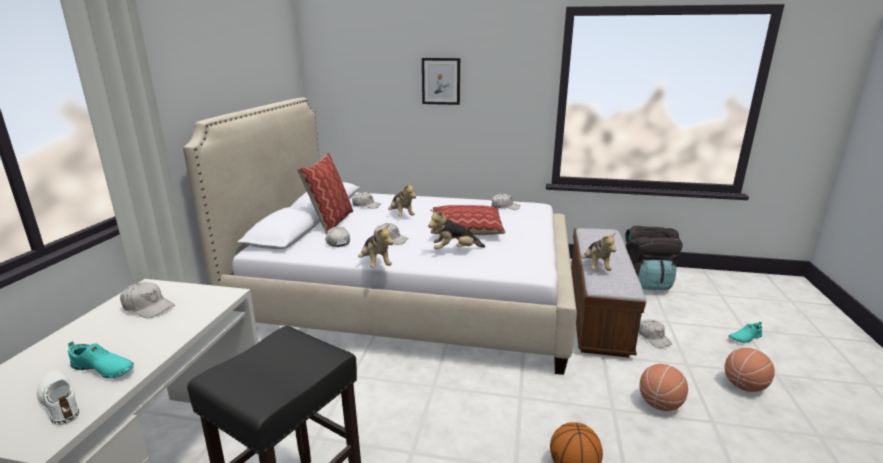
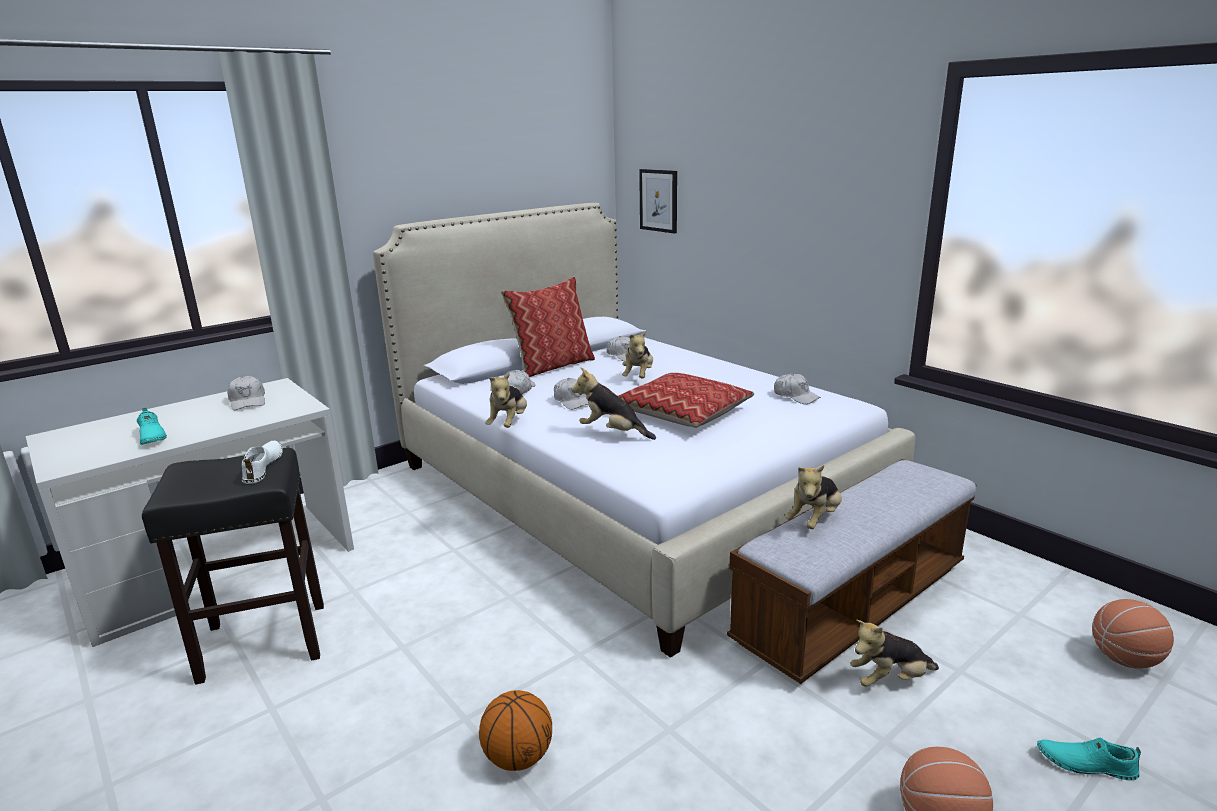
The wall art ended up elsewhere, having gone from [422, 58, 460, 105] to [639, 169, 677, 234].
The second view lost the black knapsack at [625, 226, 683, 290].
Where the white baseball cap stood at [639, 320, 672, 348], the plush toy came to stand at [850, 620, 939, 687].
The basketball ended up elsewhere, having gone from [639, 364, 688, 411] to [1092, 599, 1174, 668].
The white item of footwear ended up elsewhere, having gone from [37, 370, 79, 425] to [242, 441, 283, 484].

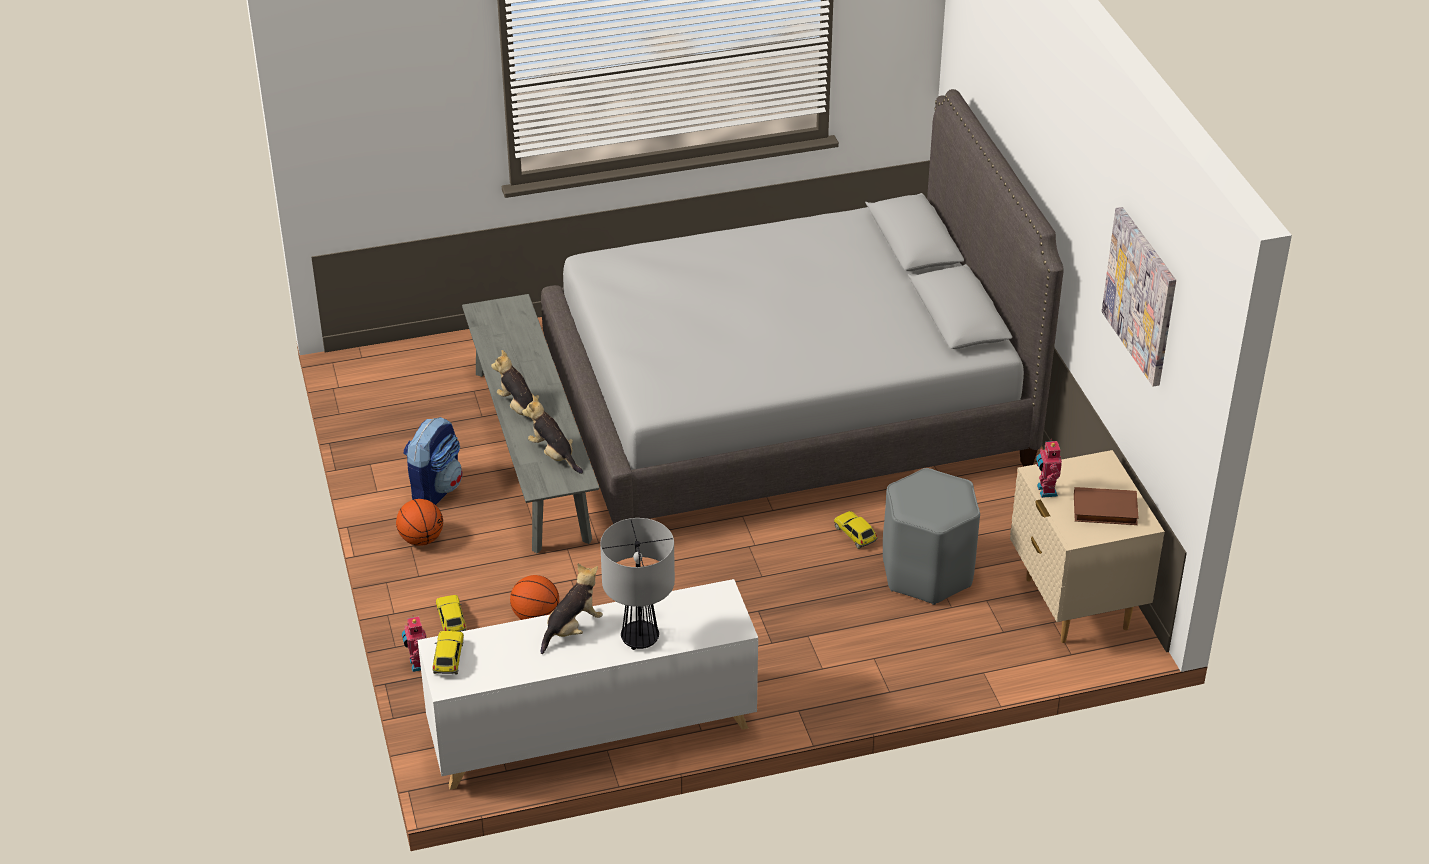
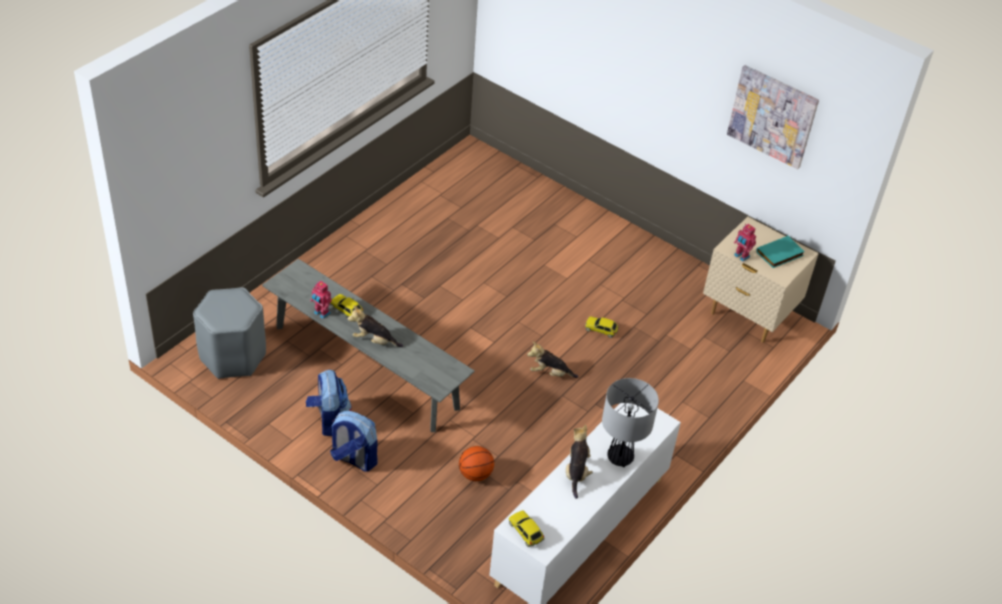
The second view lost the greyish bedroom bed at [541, 89, 1064, 524].
The plush toy ended up elsewhere, having gone from [522, 395, 583, 474] to [527, 342, 578, 378].
The greyish stool ended up elsewhere, having gone from [883, 468, 980, 605] to [193, 287, 266, 379].
What was the brown-coloured book at [1074, 487, 1139, 525] turned into the turquoise-coloured book at [756, 236, 805, 268].
Where the basketball stood at [396, 499, 443, 546], the knapsack came to stand at [330, 411, 378, 472].
The miniature car ended up elsewhere, having gone from [436, 595, 466, 632] to [330, 294, 364, 316].
The robot figure ended up elsewhere, having gone from [402, 615, 426, 672] to [310, 281, 332, 319].

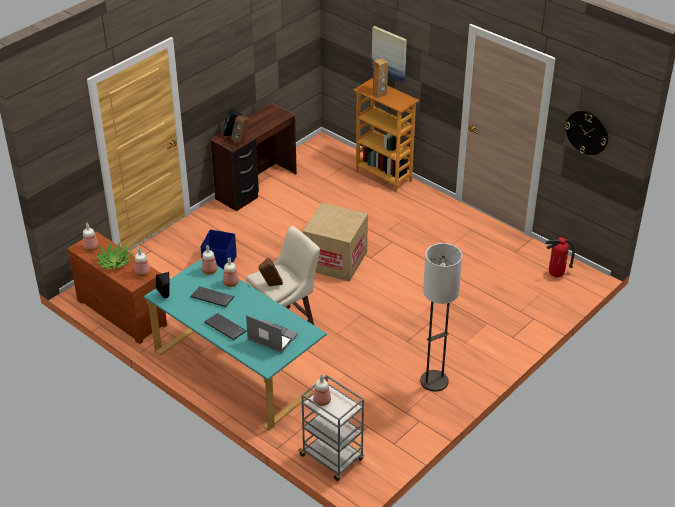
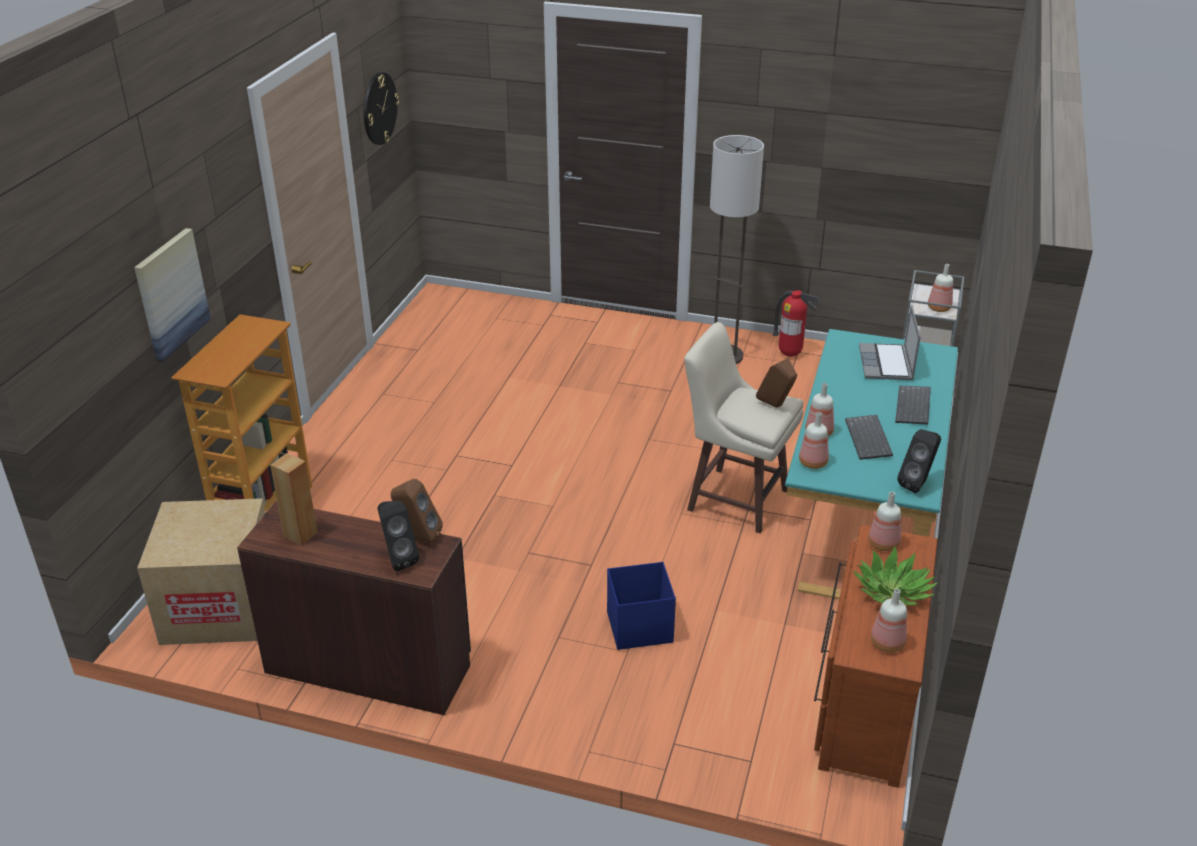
The brown-coloured loudspeaker ended up elsewhere, having gone from [373, 58, 388, 98] to [270, 453, 317, 545].
The carton ended up elsewhere, having gone from [303, 203, 368, 282] to [137, 498, 266, 645].
The extinguisher ended up elsewhere, having gone from [545, 237, 575, 277] to [773, 290, 820, 357].

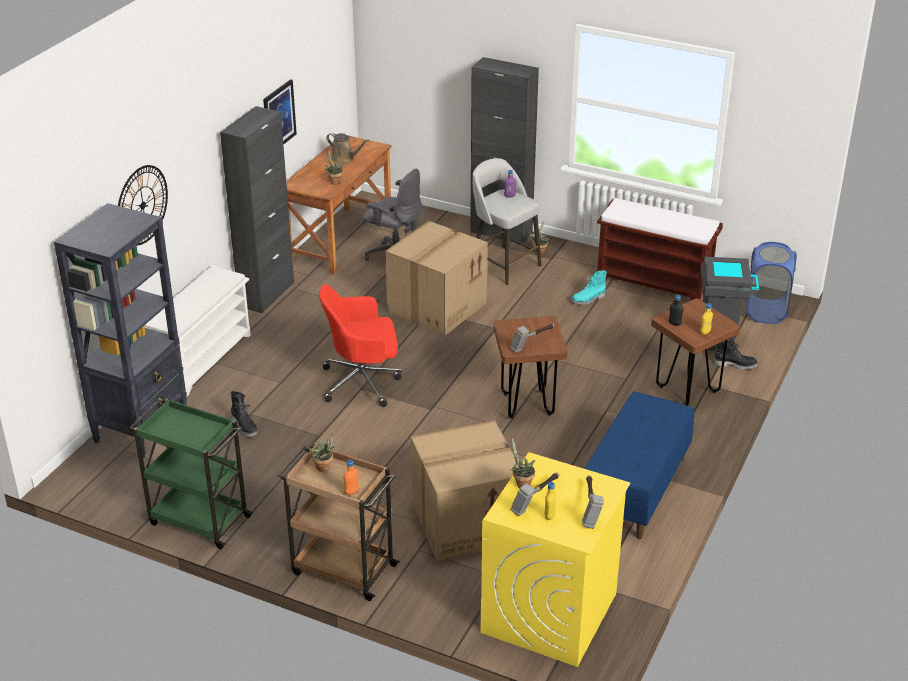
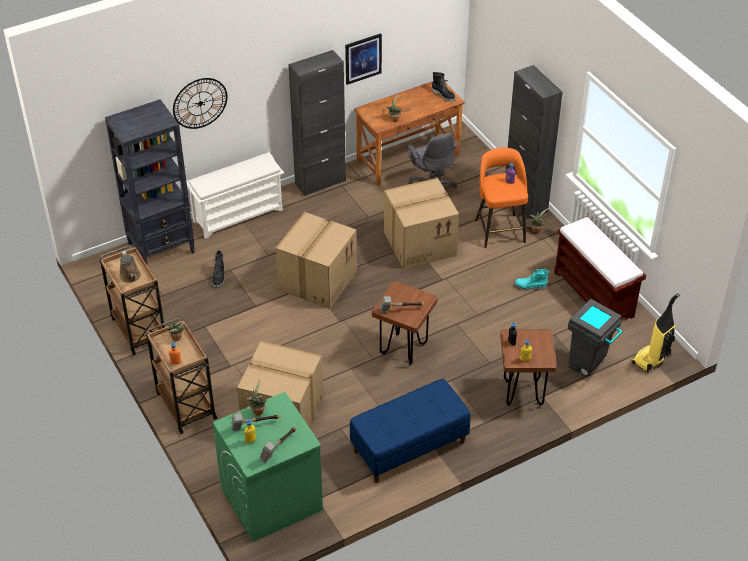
The brown-coloured watering can ended up elsewhere, having gone from [326, 133, 369, 164] to [119, 250, 141, 283].
What was the greyish stool at [473, 158, 541, 285] turned into the orangey stool at [475, 147, 528, 248].
Where the blue hamper stood at [746, 242, 797, 324], the vacuum came to stand at [632, 293, 680, 372].
Where the reddish desk chair stood at [319, 284, 402, 407], the carton came to stand at [276, 212, 357, 309].
The black boot ended up elsewhere, having gone from [714, 337, 758, 370] to [432, 72, 456, 102].
What was the greenish cart at [130, 398, 253, 549] turned into the brown-coloured cart at [100, 245, 165, 355].
What was the yellow laundry machine at [480, 452, 630, 667] turned into the greenish laundry machine at [212, 392, 323, 542].

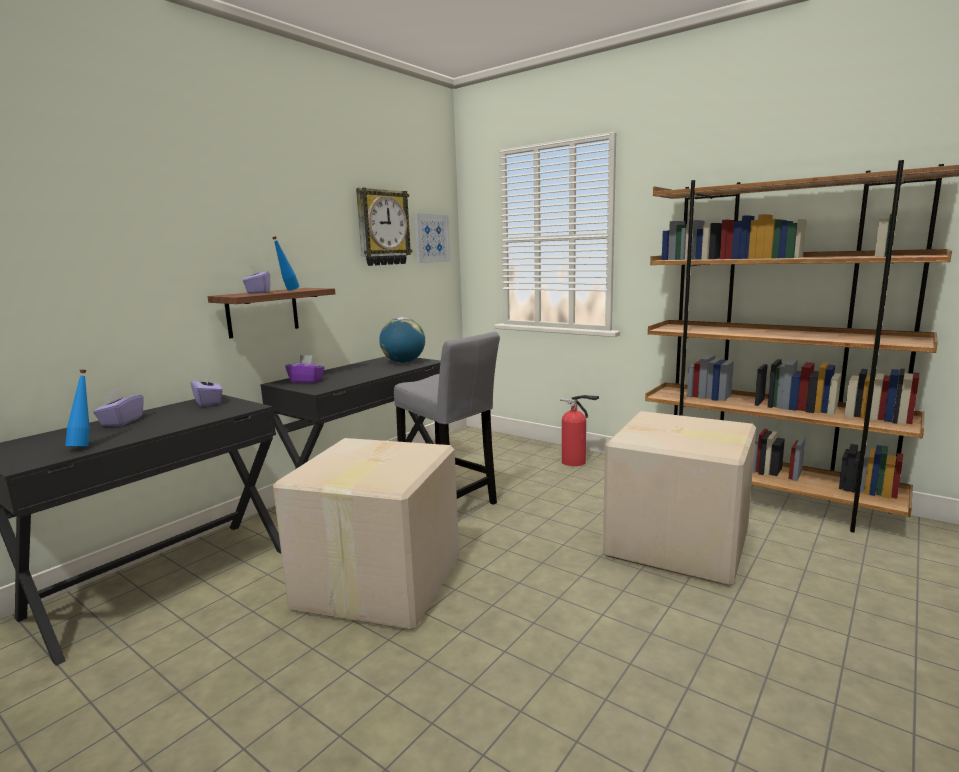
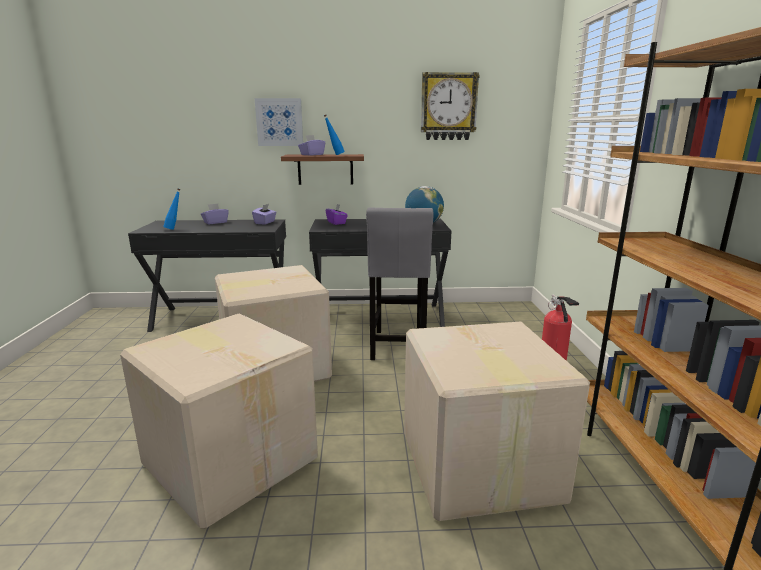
The wall art ended up elsewhere, having gone from [414, 214, 450, 263] to [255, 98, 303, 146].
The second view gained the carton at [120, 313, 318, 529].

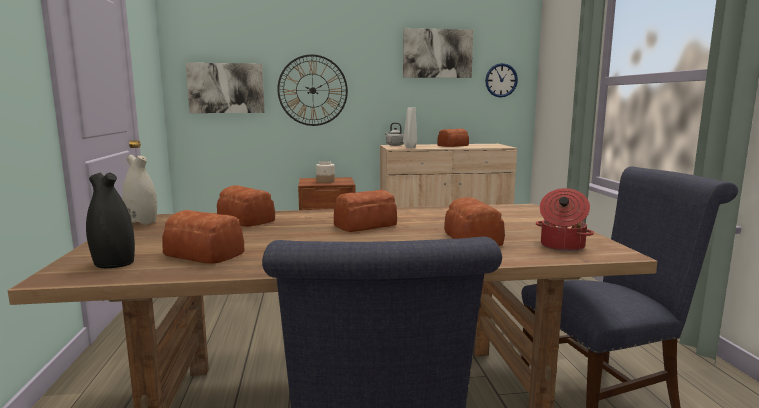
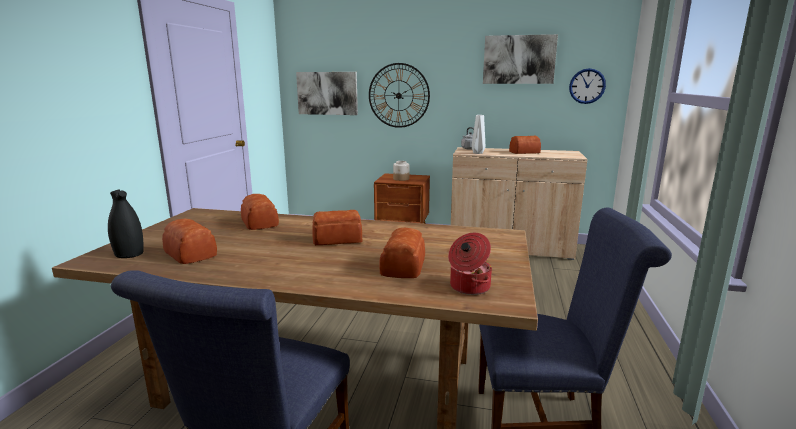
The second view lost the white decorative vase at [122, 155, 157, 225].

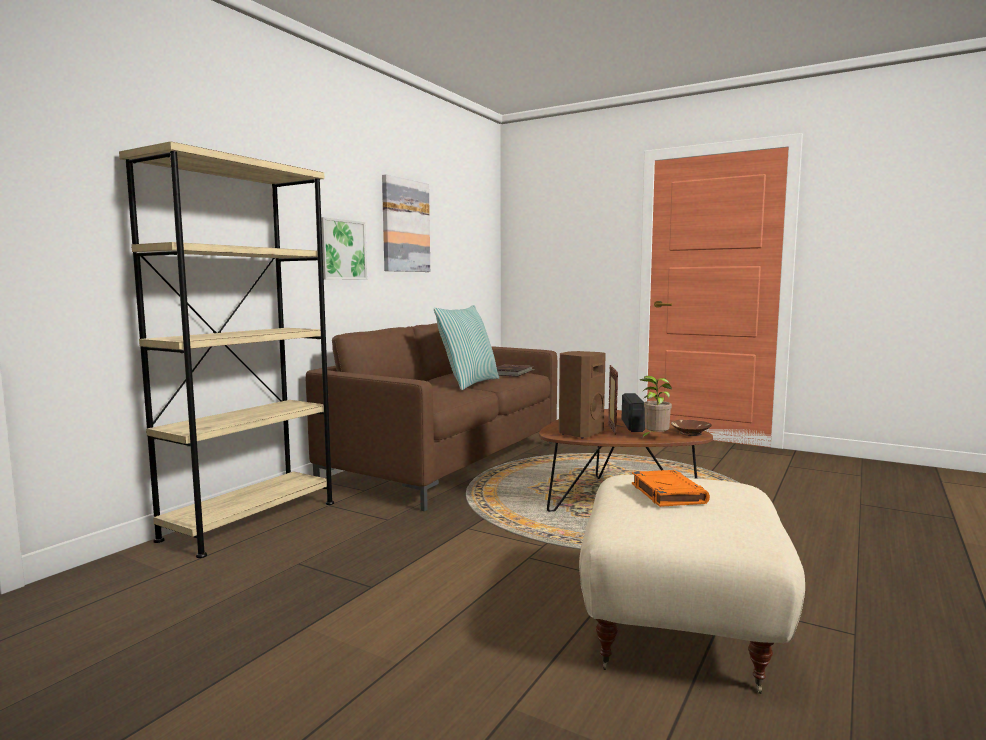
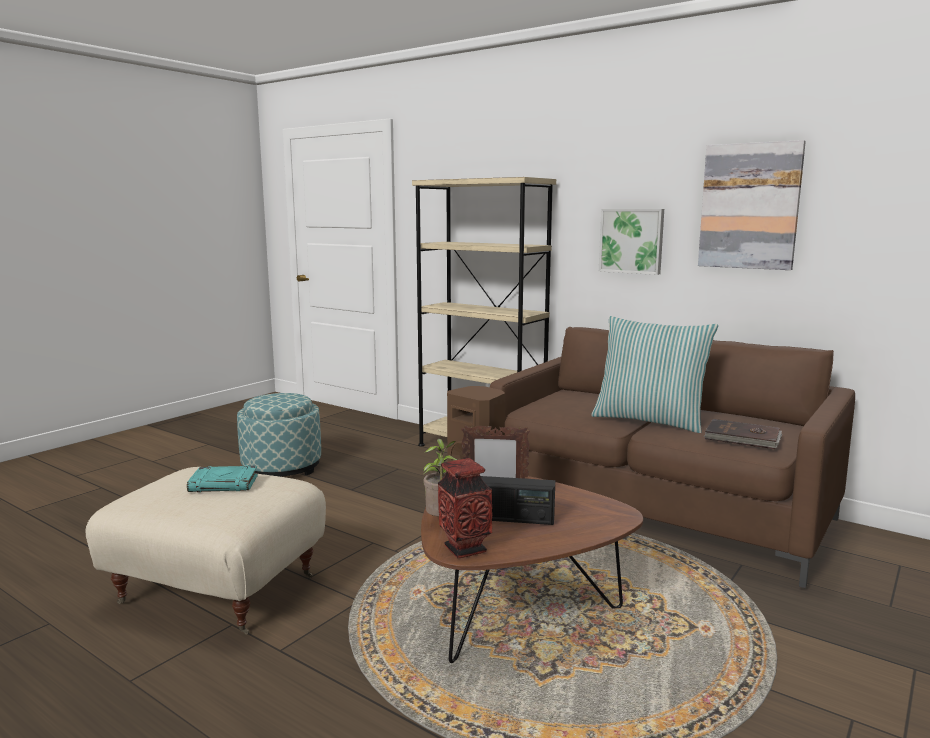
Where the brown-coloured serving bowl stood at [671, 420, 712, 436], the decorative vase came to stand at [438, 458, 492, 558].
What was the orangey book at [632, 470, 710, 507] turned into the turquoise-coloured book at [187, 465, 258, 492].
The second view gained the ottoman at [237, 393, 321, 477].

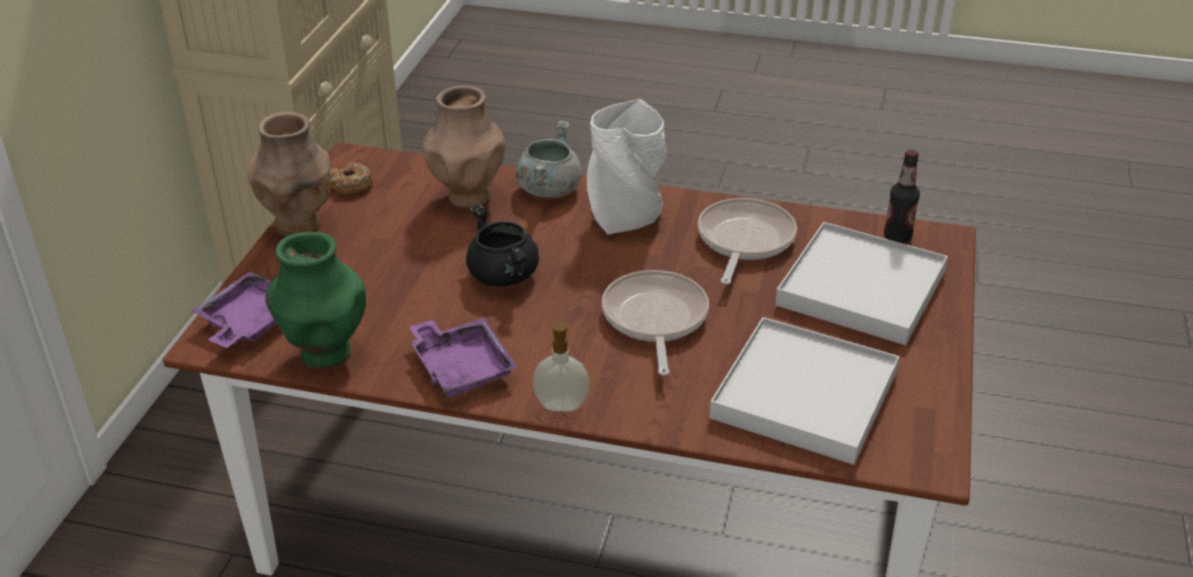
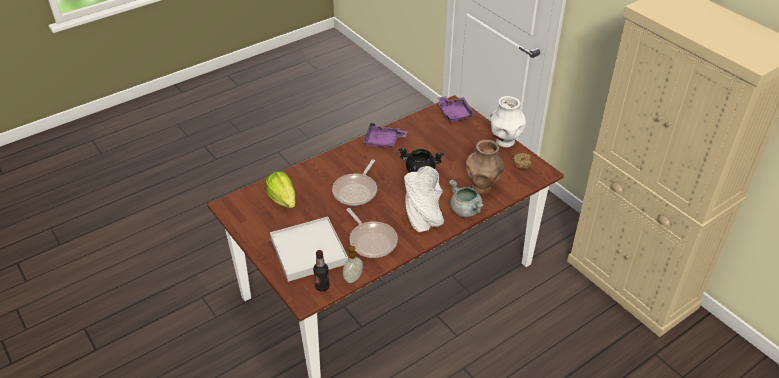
What was the brown-coloured decorative vase at [248, 112, 330, 236] turned into the white decorative vase at [490, 96, 526, 148].
The second view lost the greenish decorative vase at [265, 232, 366, 369].
The skillet at [602, 270, 709, 376] ended up facing another way, 75 degrees clockwise from before.
Where the white serving tray stood at [709, 317, 899, 465], the lettuce came to stand at [265, 171, 295, 208].
The soap bottle ended up elsewhere, having gone from [533, 318, 590, 411] to [343, 246, 363, 283].

